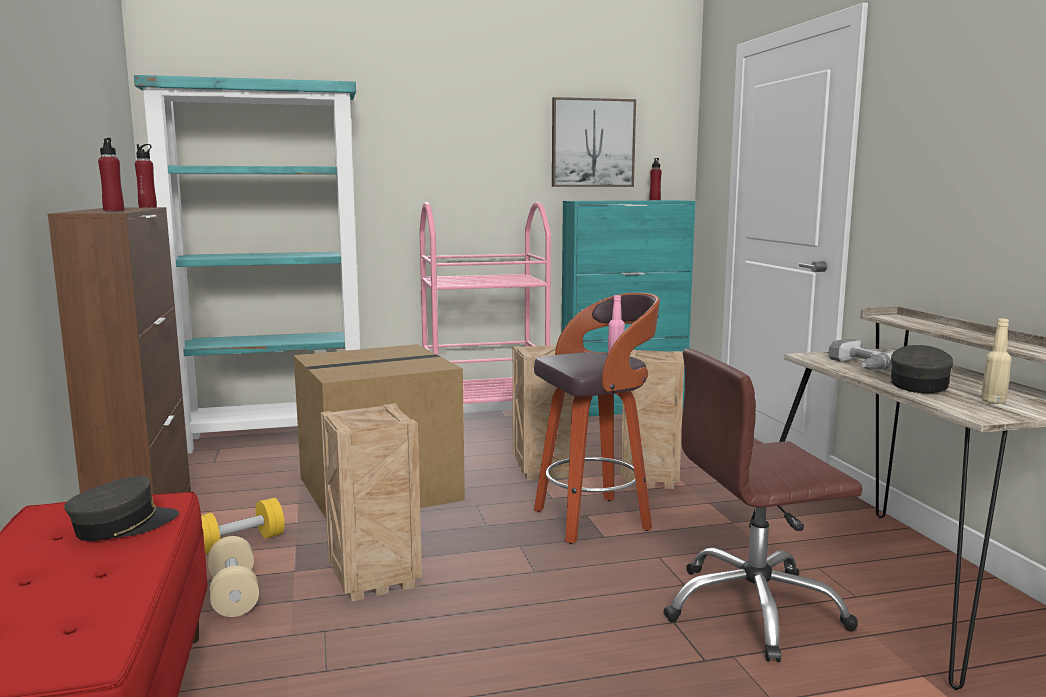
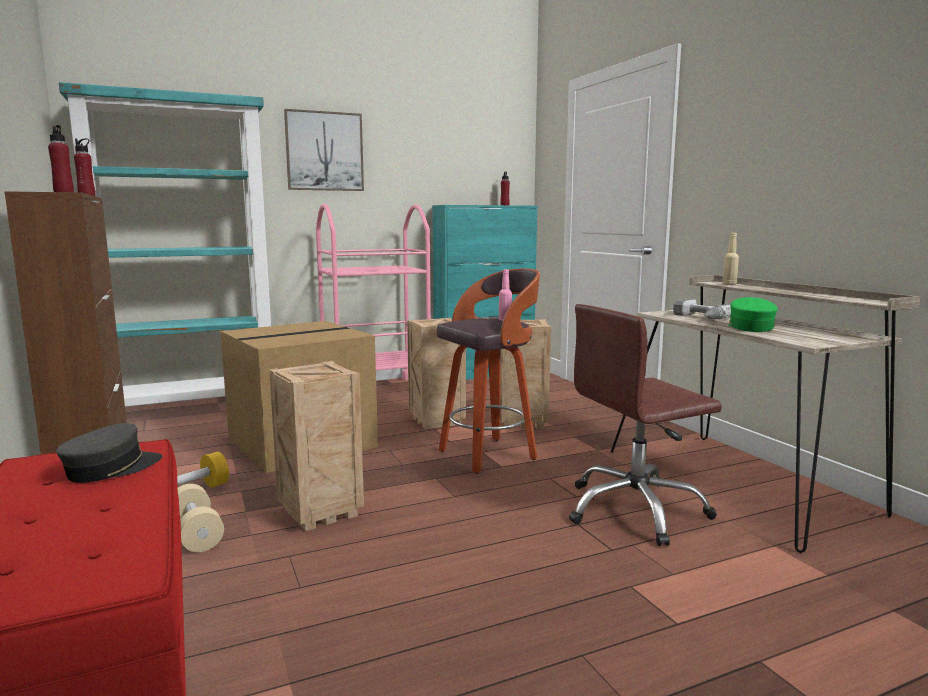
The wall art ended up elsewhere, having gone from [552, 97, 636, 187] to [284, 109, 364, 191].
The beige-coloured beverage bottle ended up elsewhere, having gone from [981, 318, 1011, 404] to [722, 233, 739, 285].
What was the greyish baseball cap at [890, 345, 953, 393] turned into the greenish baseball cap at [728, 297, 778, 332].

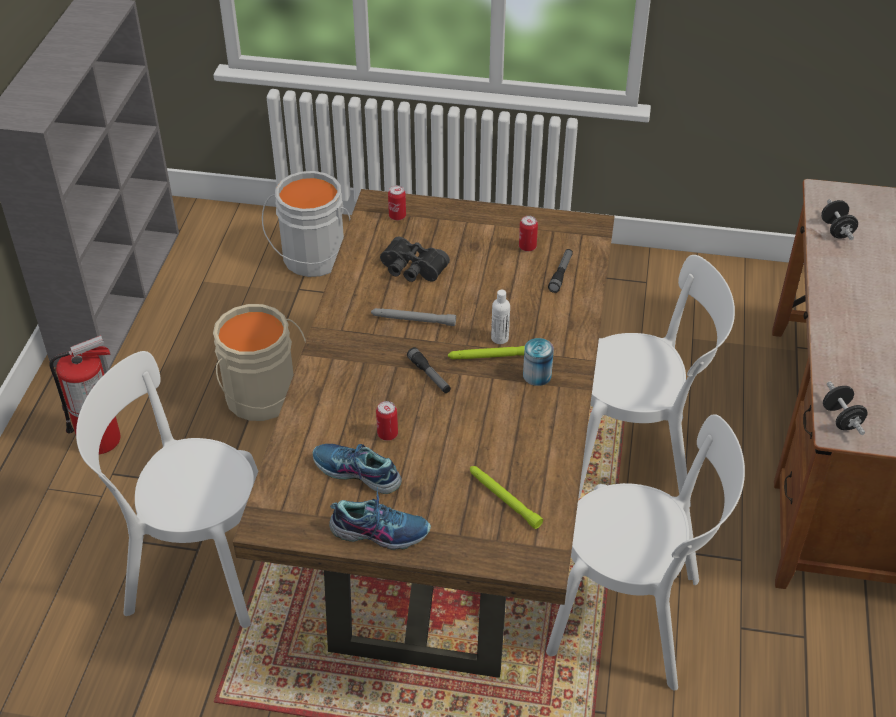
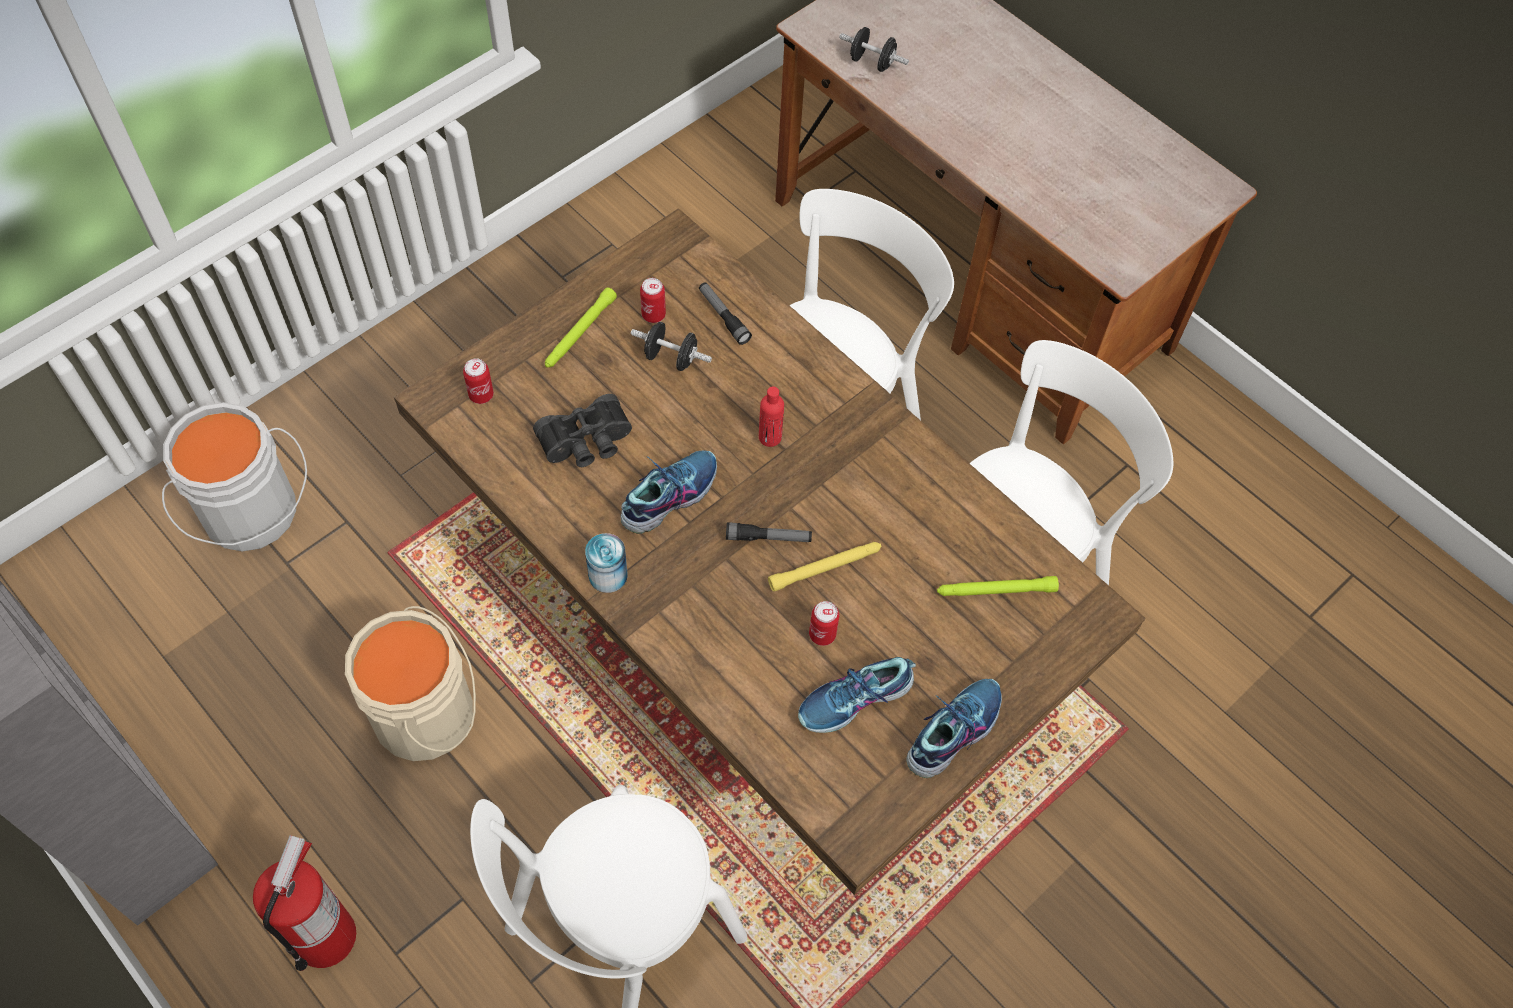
What was the white beverage bottle at [491, 290, 510, 344] turned into the reddish beverage bottle at [759, 386, 784, 447].
Where the greyish torch stood at [371, 308, 456, 326], the item of footwear came to stand at [621, 450, 717, 534].
The metal can ended up elsewhere, having gone from [523, 338, 554, 386] to [585, 533, 628, 593].
The greenish torch ended up elsewhere, having gone from [448, 346, 525, 359] to [545, 288, 617, 367].
The black dumbbell ended up elsewhere, having gone from [823, 381, 868, 435] to [631, 322, 712, 371].
The second view gained the yellow torch at [768, 542, 882, 592].

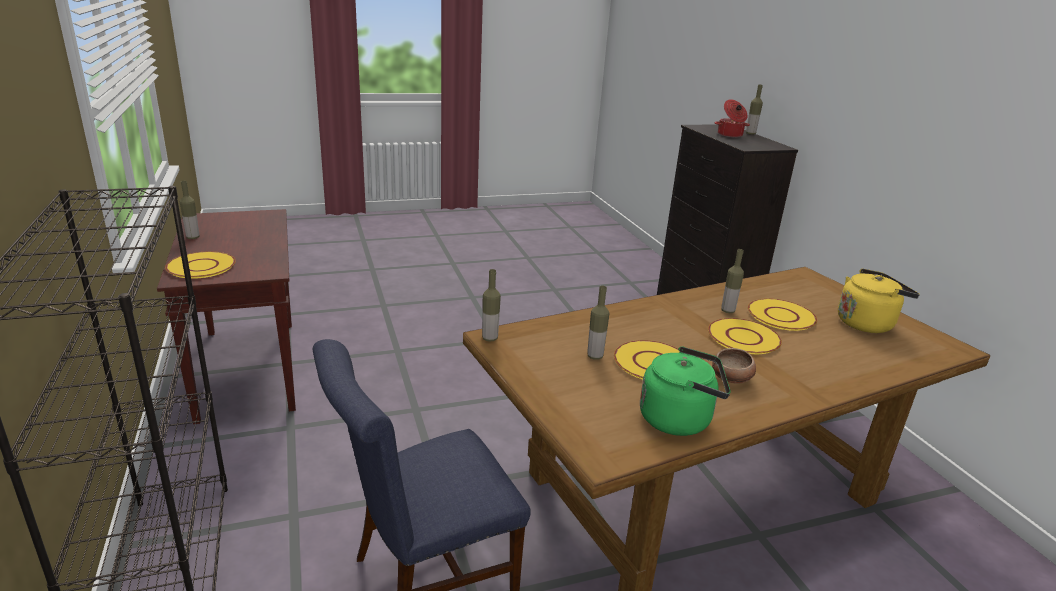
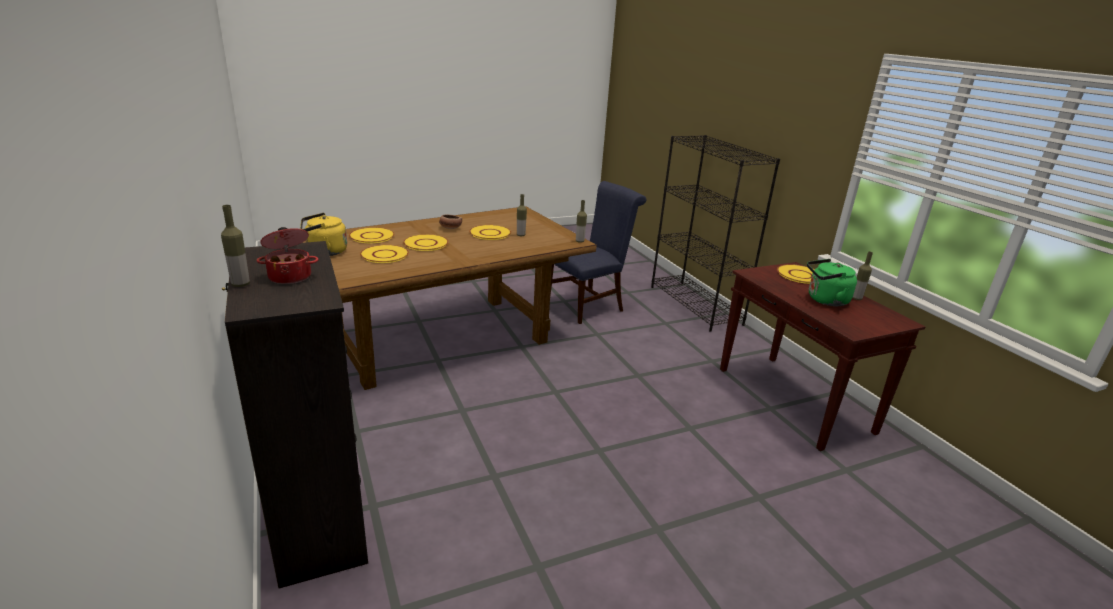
The second view lost the beverage bottle at [721, 249, 744, 313].
The greenish water kettle ended up elsewhere, having gone from [640, 346, 731, 436] to [807, 259, 857, 306].
The second view gained the yellow flat dish at [349, 227, 394, 243].

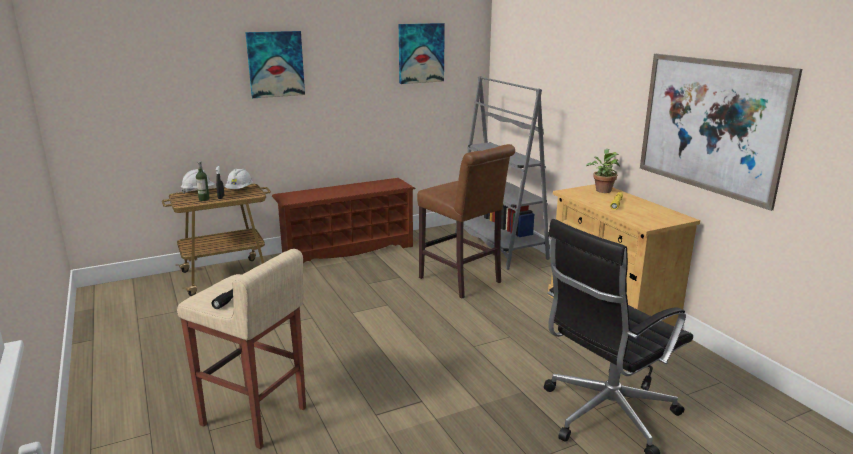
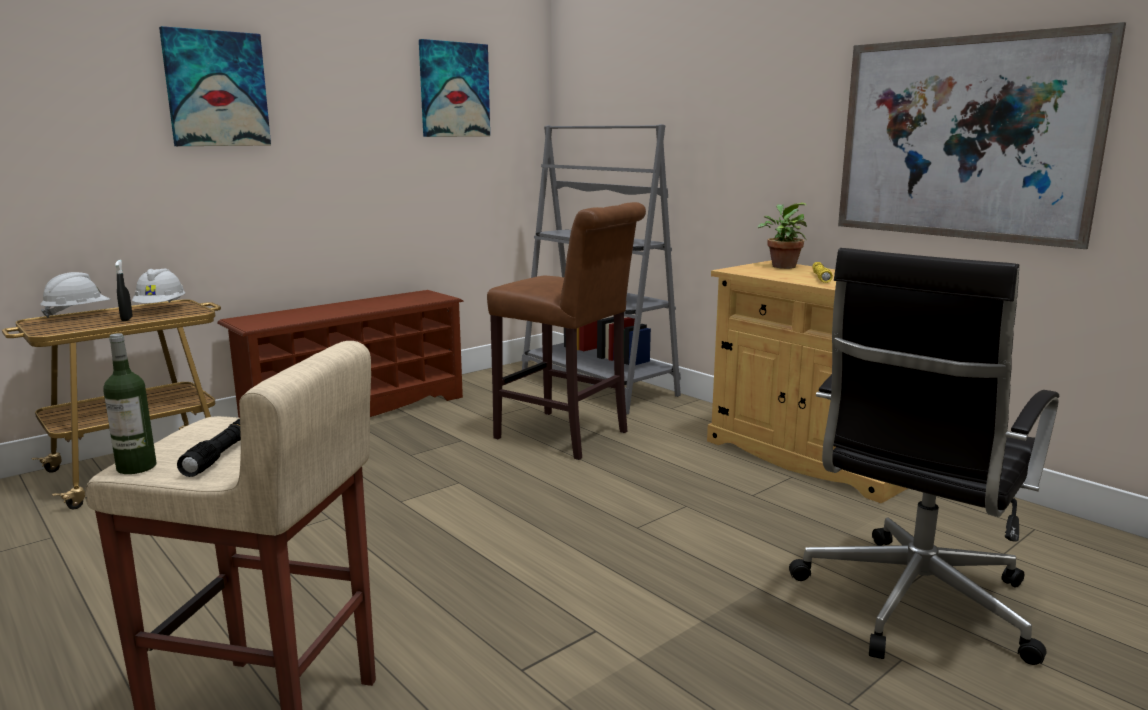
The beverage bottle ended up elsewhere, having gone from [196, 161, 210, 201] to [103, 333, 157, 474].

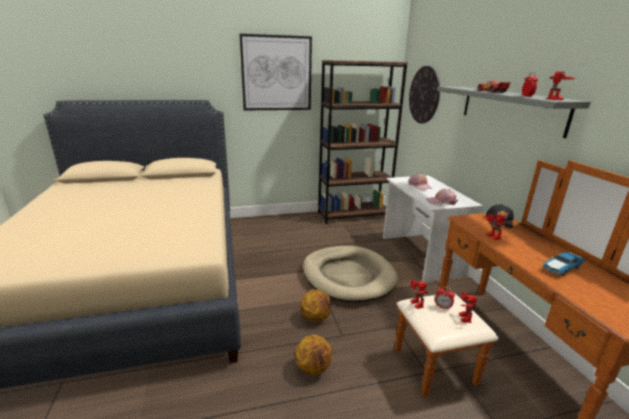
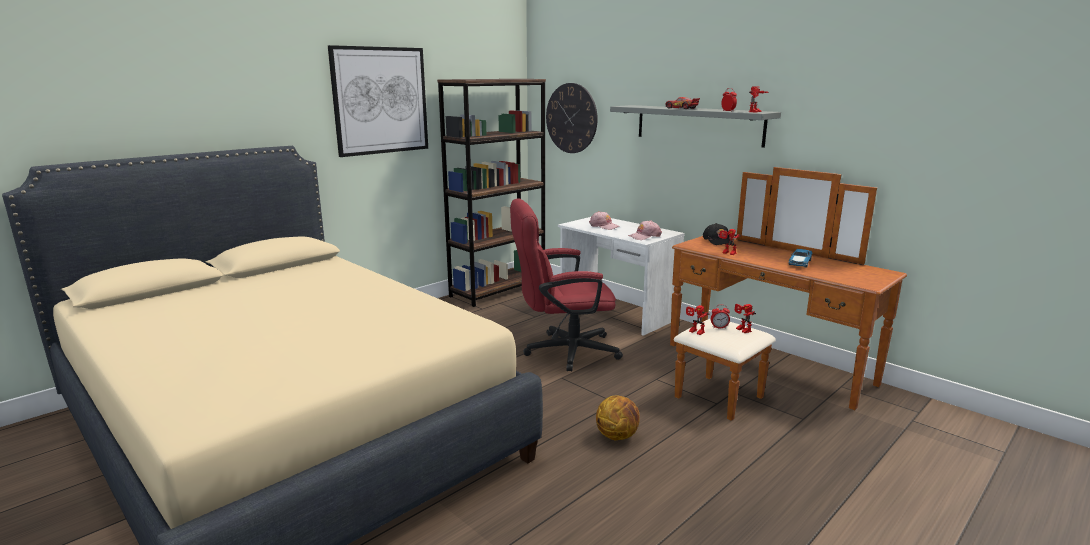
Where the beige-coloured dog cushion stood at [303, 246, 398, 303], the reddish desk chair came to stand at [510, 198, 623, 371].
The second view lost the basketball at [301, 290, 332, 322].

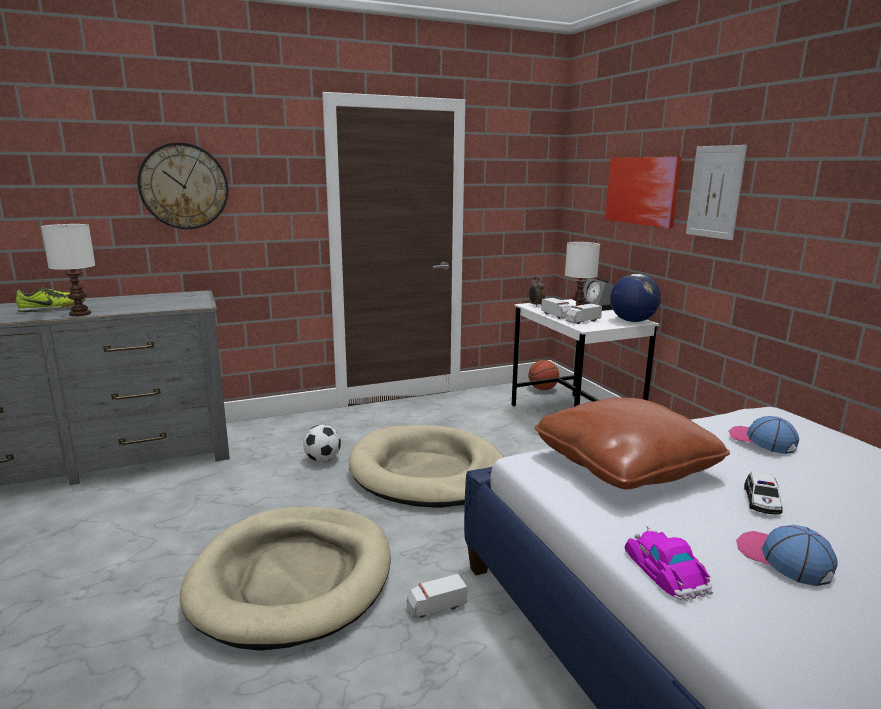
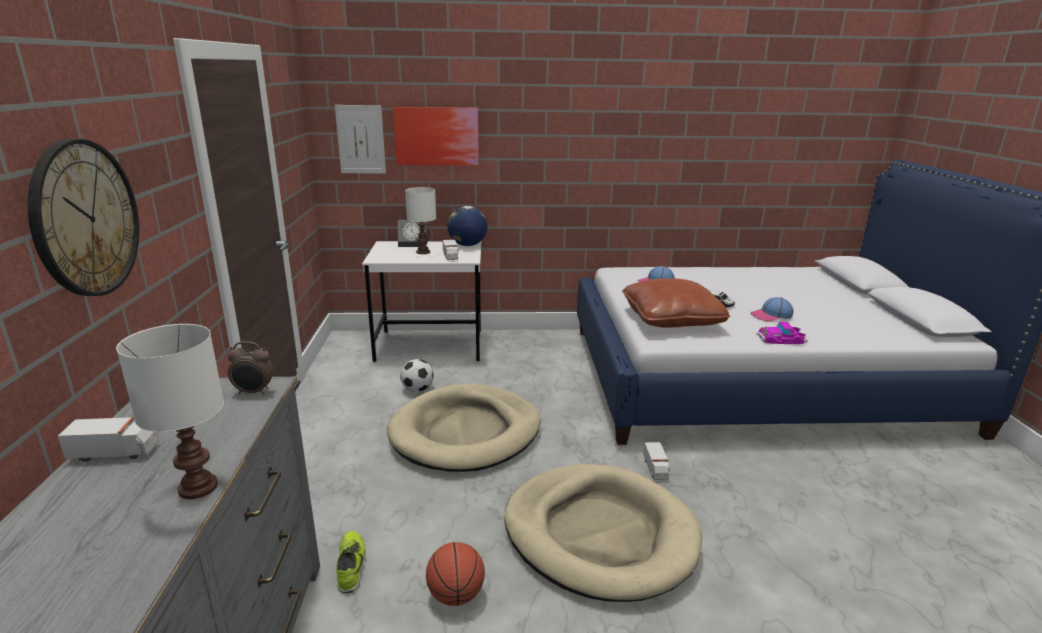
The wall art ended up elsewhere, having gone from [686, 145, 747, 240] to [335, 105, 386, 174].
The alarm clock ended up elsewhere, having gone from [529, 277, 545, 307] to [228, 341, 273, 395].
The item of footwear ended up elsewhere, having gone from [16, 287, 86, 312] to [336, 531, 366, 593].
The toy truck ended up elsewhere, having gone from [541, 298, 572, 319] to [58, 417, 158, 462].
The basketball ended up elsewhere, having gone from [529, 360, 559, 390] to [426, 542, 485, 606].
The football ball ended up elsewhere, having gone from [303, 425, 341, 462] to [400, 359, 434, 392].

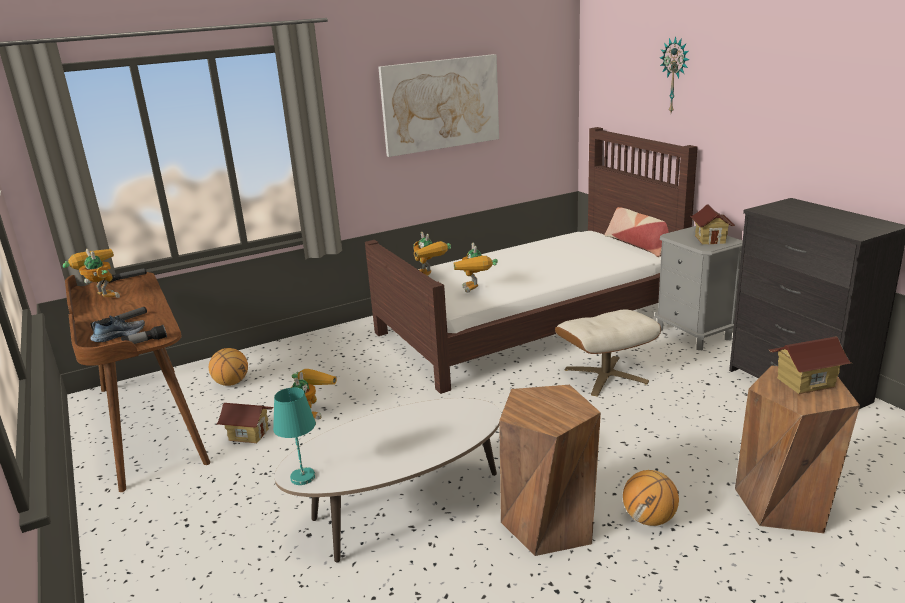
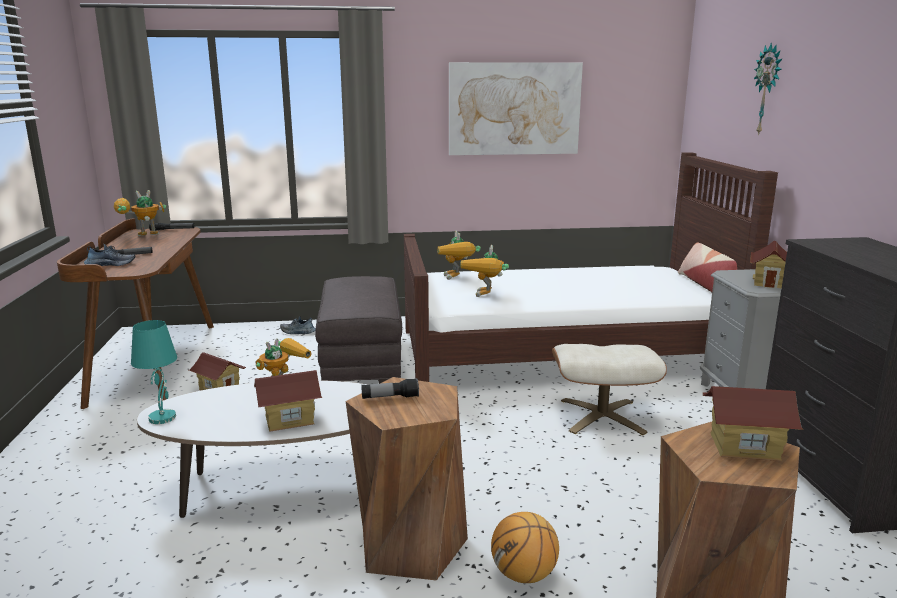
The robot figure at [63, 249, 120, 298] ended up facing another way, 90 degrees counterclockwise from before.
The torch ended up elsewhere, having gone from [121, 325, 167, 344] to [361, 378, 419, 399].
The second view lost the basketball at [209, 348, 248, 386].
The second view gained the greyish ottoman at [315, 276, 402, 384].
The second view gained the item of footwear at [280, 316, 316, 334].
The second view gained the toy house at [254, 370, 322, 432].

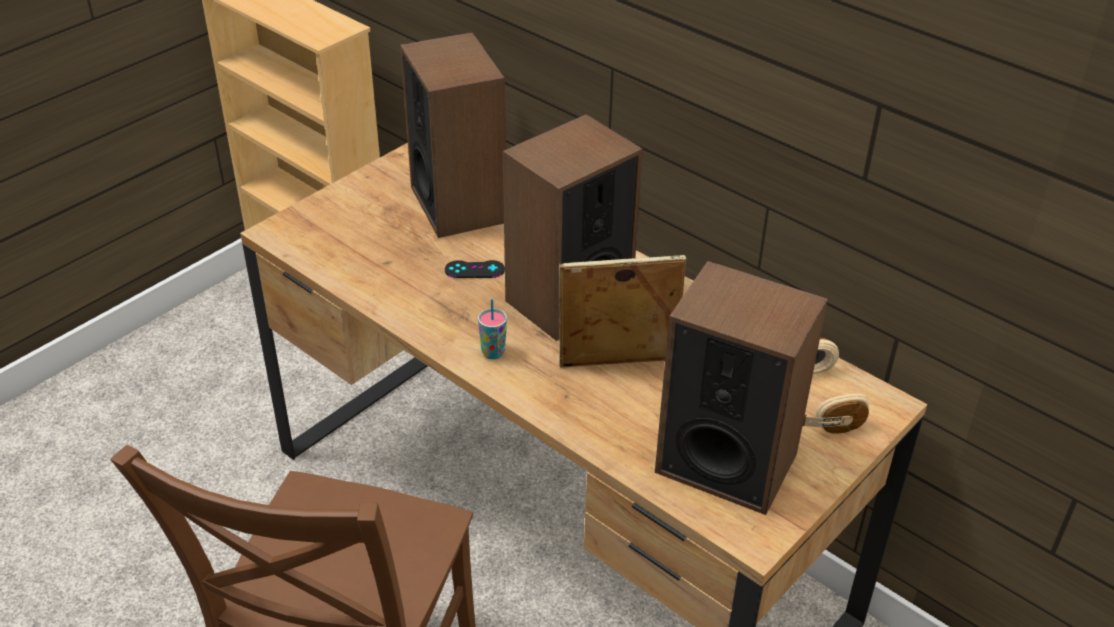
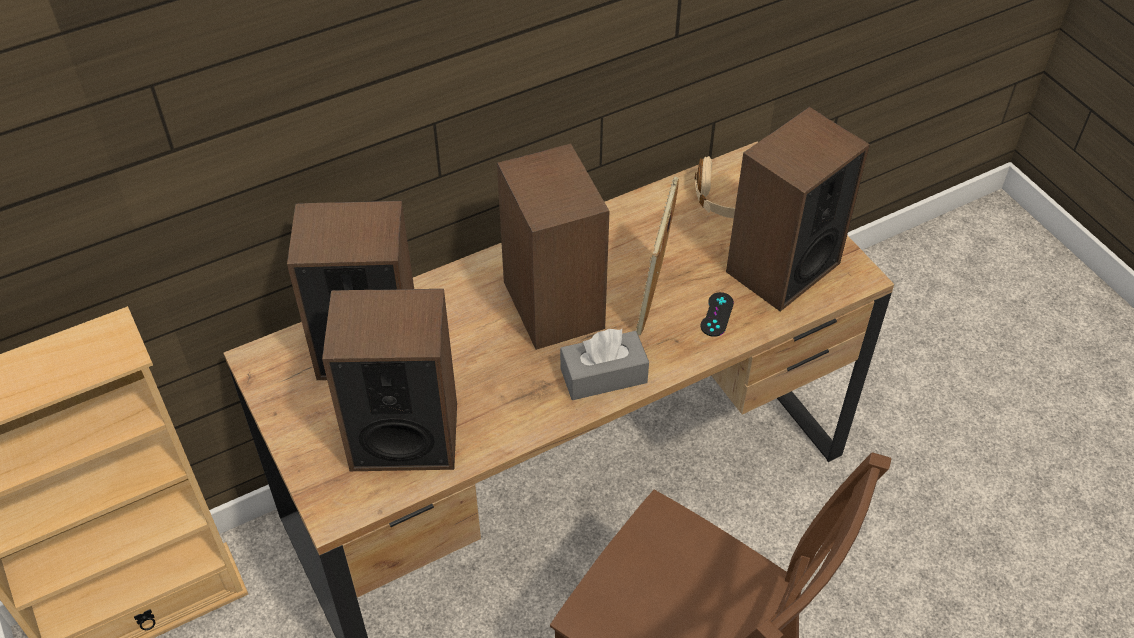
The black joypad ended up elsewhere, having gone from [445, 260, 505, 278] to [700, 292, 734, 337].
Where the cup stood at [478, 299, 507, 359], the greyish tissue box came to stand at [560, 329, 649, 400].
The second view gained the loudspeaker at [322, 289, 457, 471].

